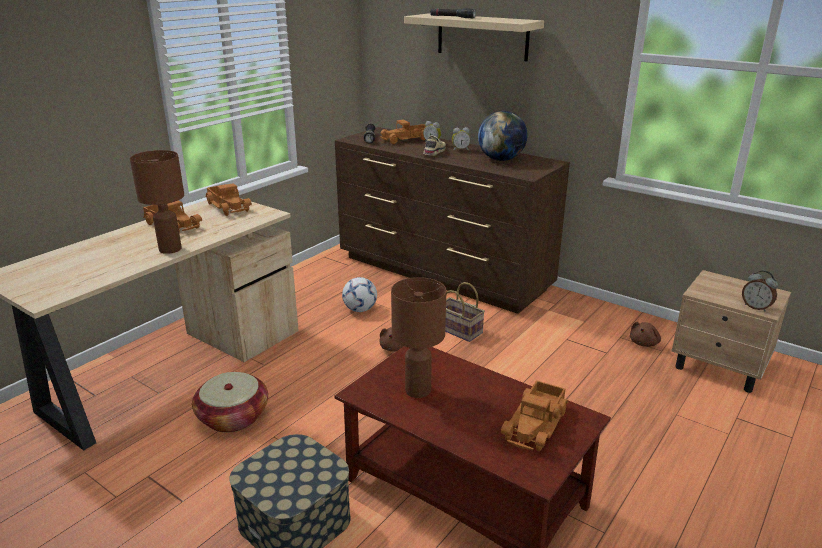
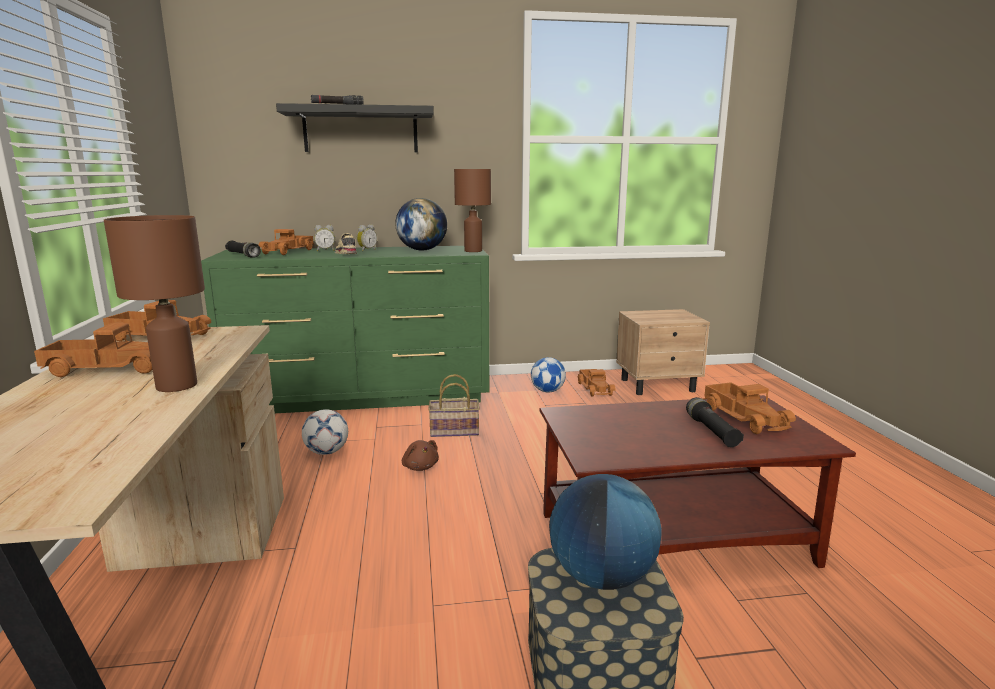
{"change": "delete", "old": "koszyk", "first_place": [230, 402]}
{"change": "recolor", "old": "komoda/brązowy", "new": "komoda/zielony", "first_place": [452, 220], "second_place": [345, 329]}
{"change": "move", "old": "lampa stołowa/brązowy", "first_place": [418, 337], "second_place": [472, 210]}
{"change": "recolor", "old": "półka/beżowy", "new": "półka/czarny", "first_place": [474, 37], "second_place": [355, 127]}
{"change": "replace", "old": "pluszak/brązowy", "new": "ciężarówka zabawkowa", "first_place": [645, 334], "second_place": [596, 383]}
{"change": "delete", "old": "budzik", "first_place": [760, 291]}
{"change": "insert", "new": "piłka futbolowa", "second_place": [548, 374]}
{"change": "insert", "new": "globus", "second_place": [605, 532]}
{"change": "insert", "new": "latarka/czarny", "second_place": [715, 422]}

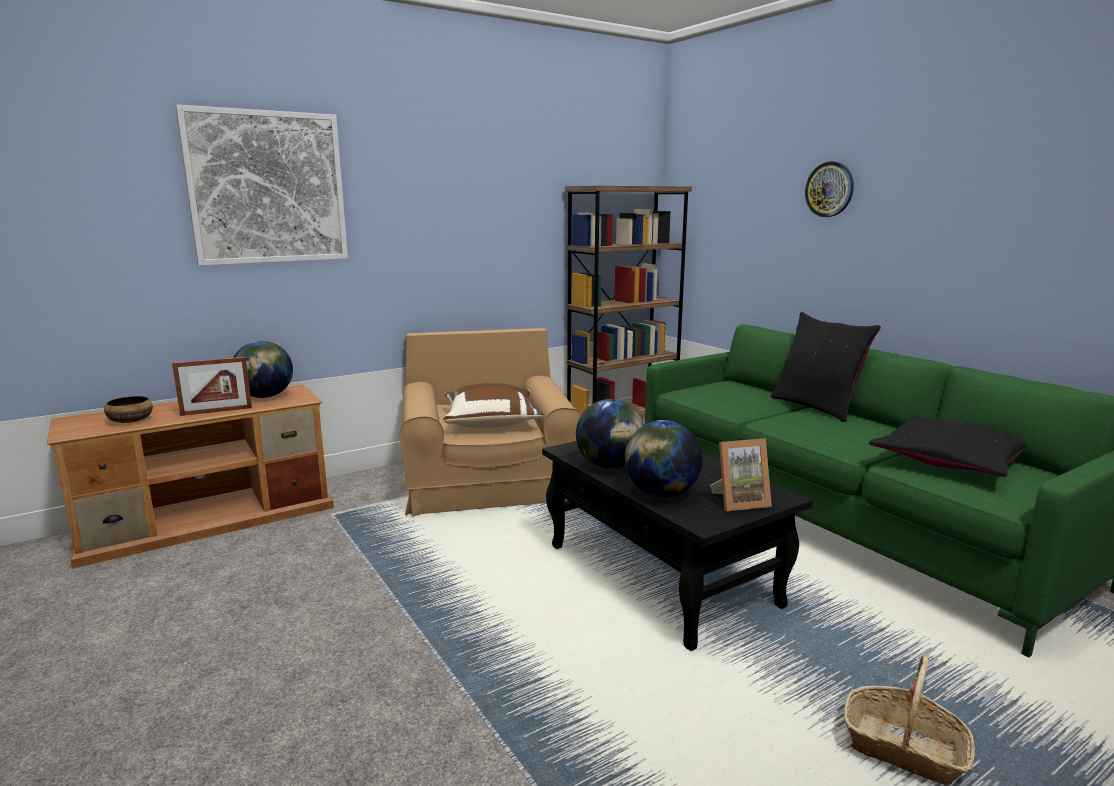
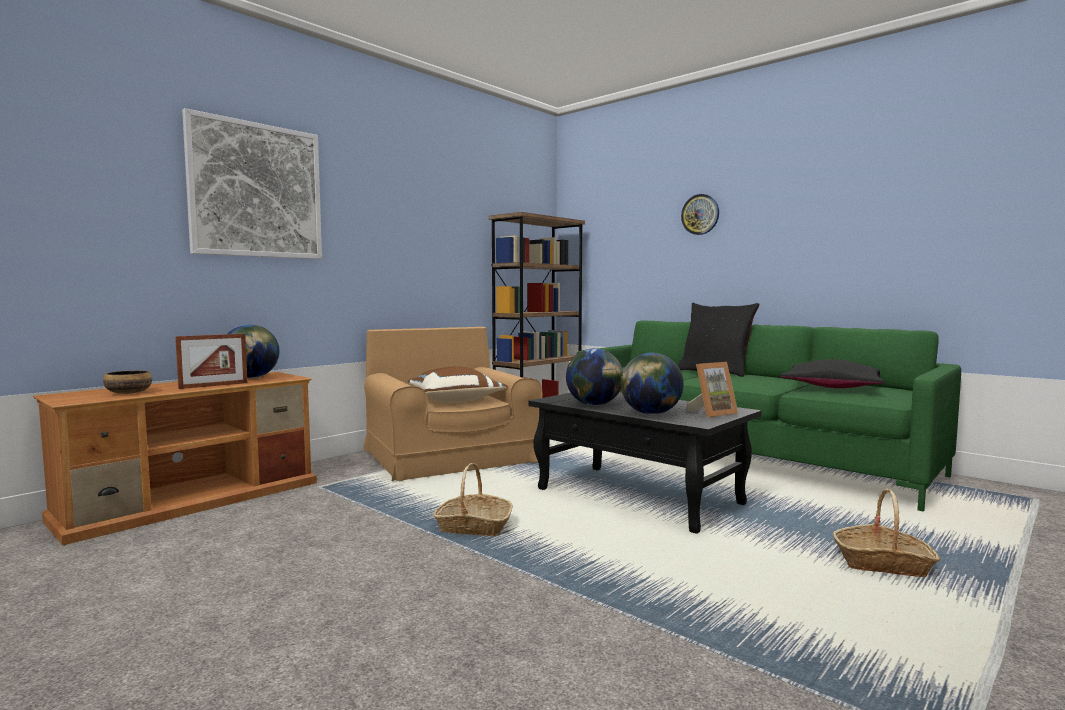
{"change": "insert", "new": "koszyk", "second_place": [473, 499]}

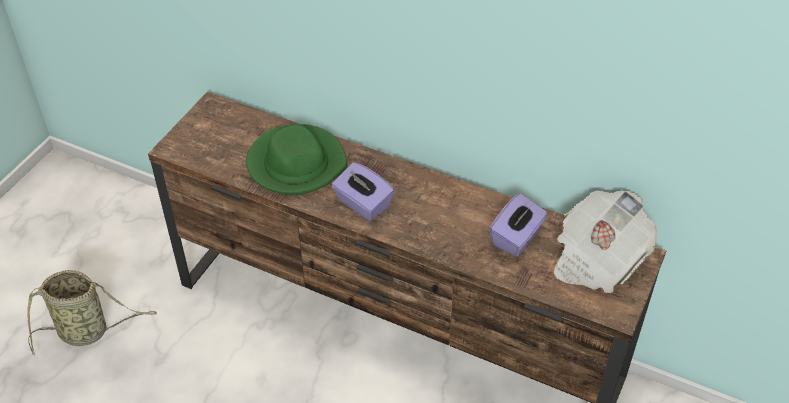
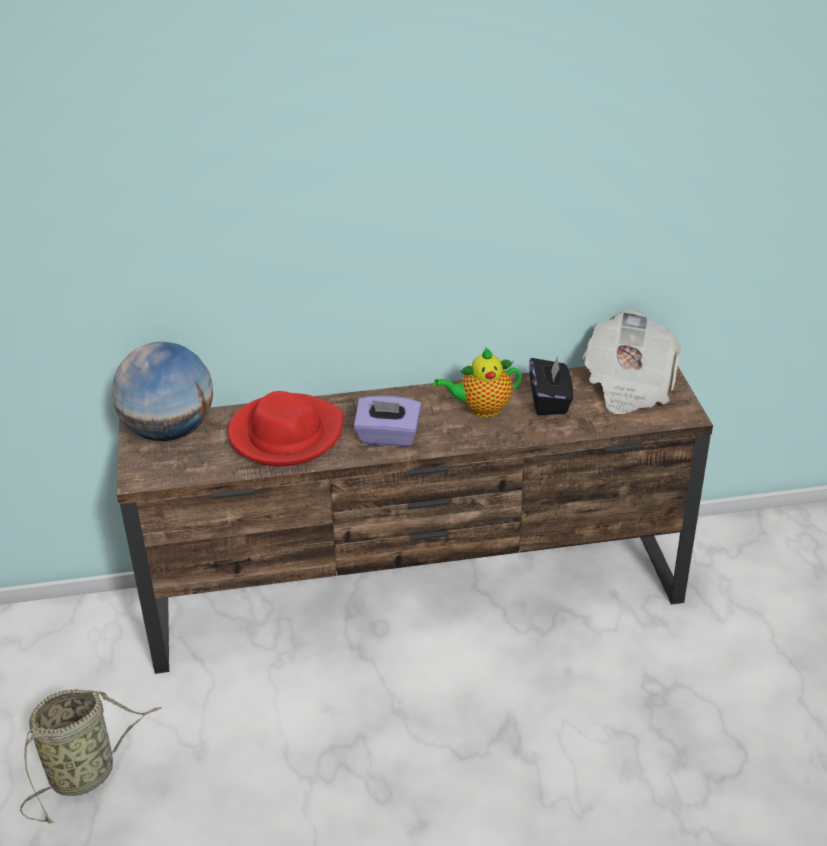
{"change": "recolor", "old": "kapelusz/zielony", "new": "kapelusz/czerwony", "first_place": [296, 159], "second_place": [286, 428]}
{"change": "recolor", "old": "pudełko chusteczek/fioletowy", "new": "pudełko chusteczek/czarny", "first_place": [518, 225], "second_place": [551, 385]}
{"change": "insert", "new": "globus", "second_place": [162, 391]}
{"change": "insert", "new": "imbryk", "second_place": [478, 382]}

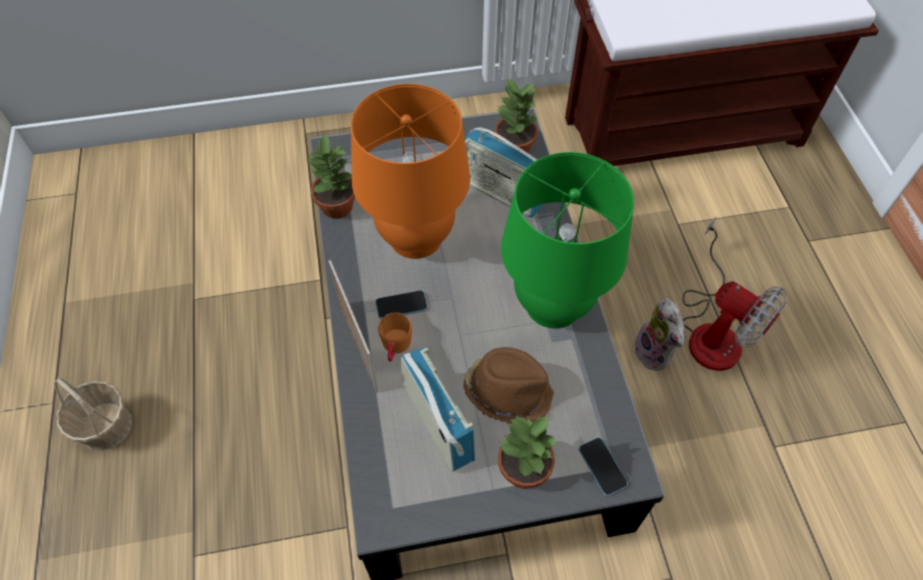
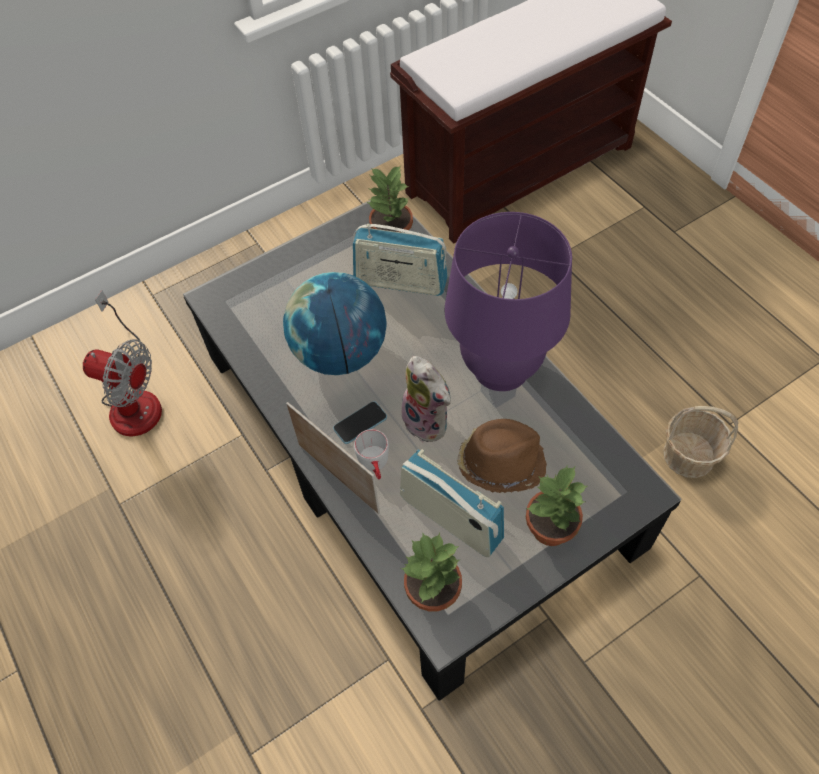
{"change": "move", "old": "koszyk", "first_place": [93, 414], "second_place": [701, 442]}
{"change": "move", "old": "roślina doniczkowa", "first_place": [331, 176], "second_place": [431, 572]}
{"change": "replace", "old": "lampa stołowa/pomarańczowy", "new": "globus", "first_place": [410, 171], "second_place": [335, 323]}
{"change": "recolor", "old": "kubek/pomarańczowy", "new": "kubek/szary", "first_place": [395, 337], "second_place": [371, 454]}
{"change": "recolor", "old": "lampa stołowa/zielony", "new": "lampa stołowa/fioletowy", "first_place": [567, 240], "second_place": [508, 301]}
{"change": "delete", "old": "telefon", "first_place": [603, 466]}
{"change": "move", "old": "pluszak", "first_place": [659, 334], "second_place": [426, 399]}
{"change": "move", "old": "wentylator", "first_place": [734, 293], "second_place": [122, 363]}

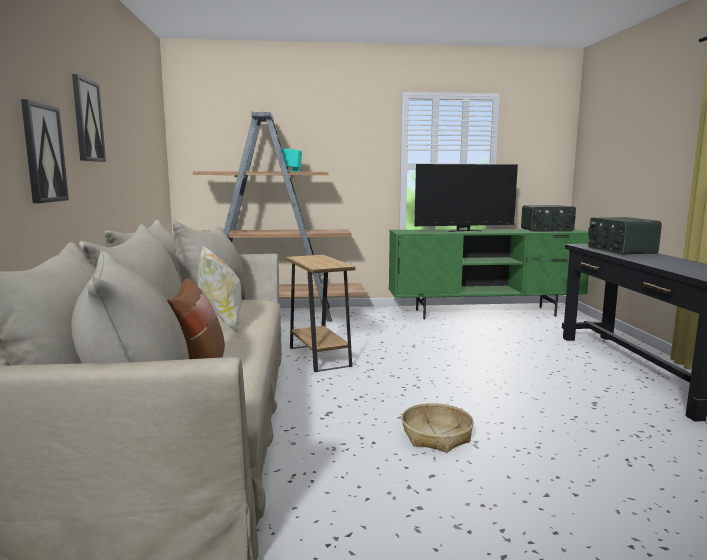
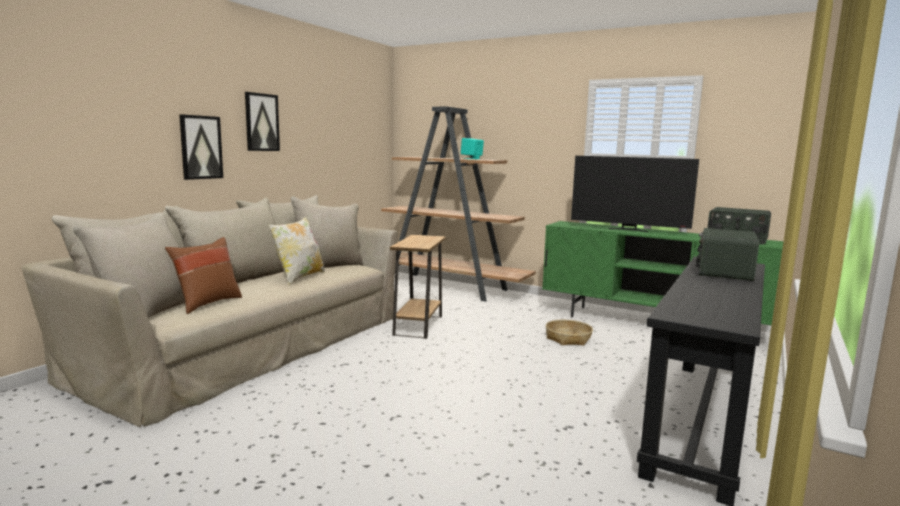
{"change": "move", "old": "koszyk", "first_place": [438, 428], "second_place": [569, 332]}

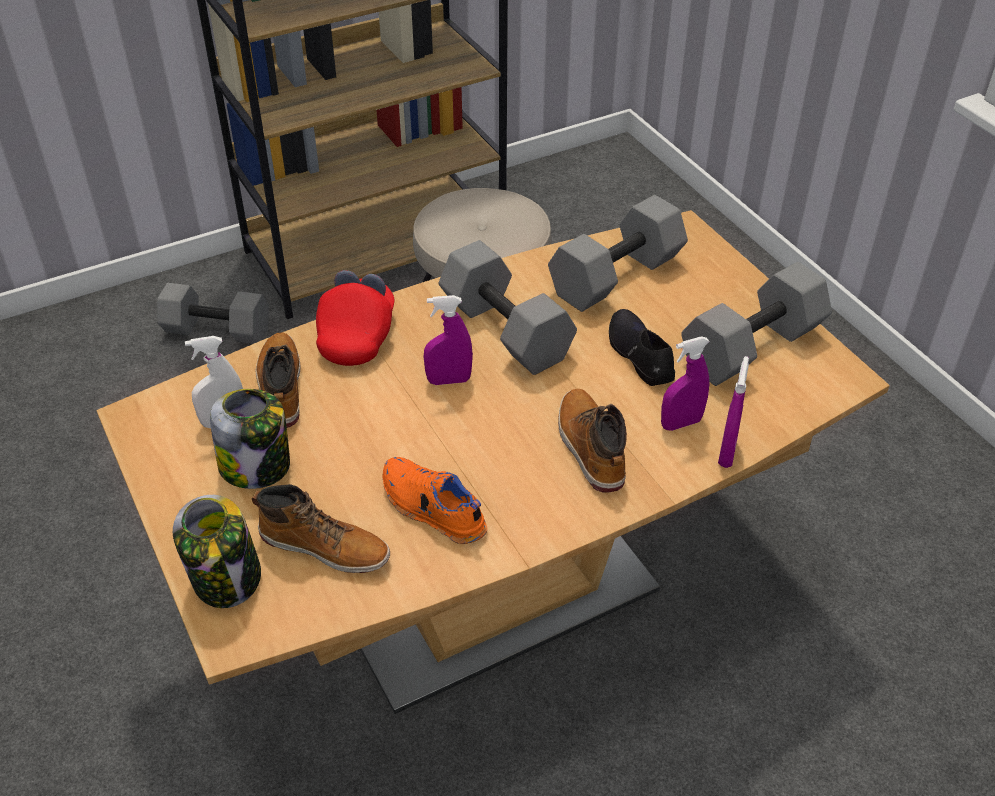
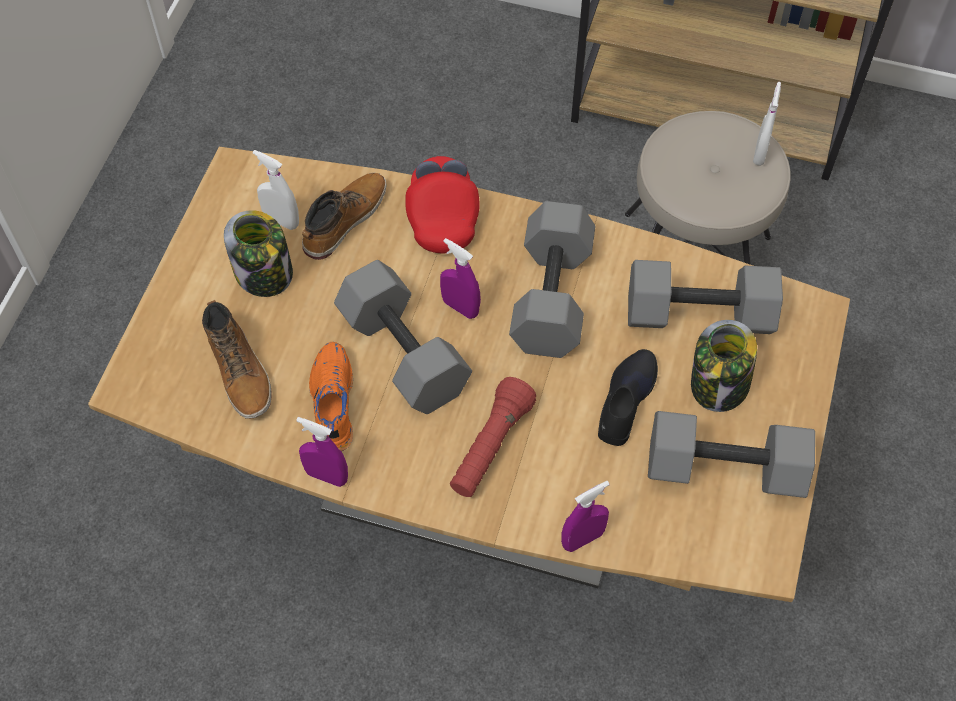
{"change": "move", "old": "hantel/szary", "first_place": [213, 313], "second_place": [403, 337]}
{"change": "move", "old": "słoik", "first_place": [217, 551], "second_place": [724, 366]}
{"change": "rotate", "old": "czapka z daszkiem/czerwony", "first_place": [355, 318], "second_place": [442, 204], "degrees": -60}
{"change": "replace", "old": "but z cholewką", "new": "latarka/czerwony", "first_place": [592, 441], "second_place": [493, 437]}
{"change": "move", "old": "spryskiwacz/fioletowy", "first_place": [685, 383], "second_place": [322, 452]}
{"change": "insert", "new": "spryskiwacz/biały", "second_place": [767, 124]}

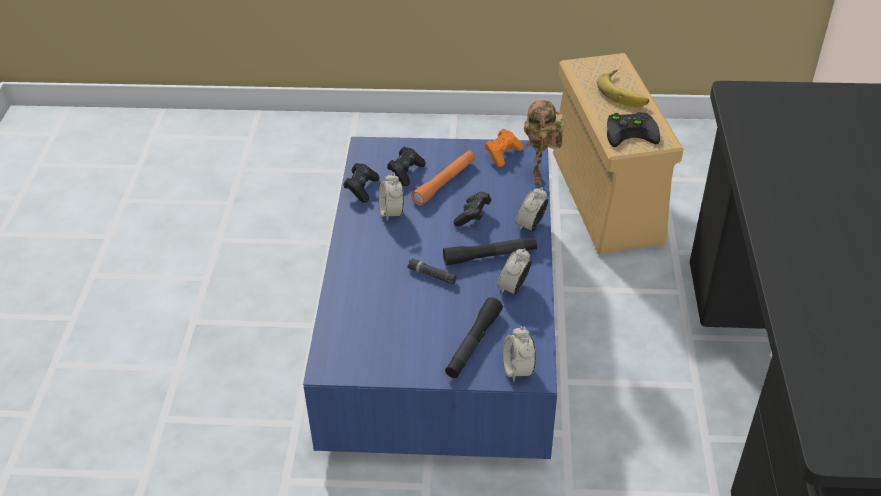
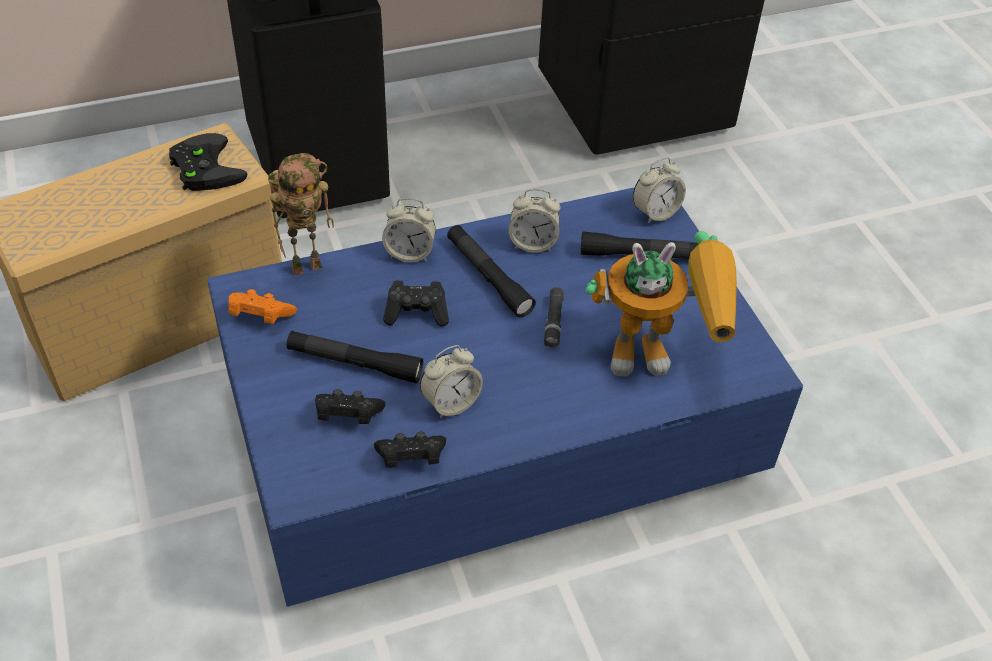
{"change": "recolor", "old": "latarka/pomarańczowy", "new": "latarka/czarny", "first_place": [443, 178], "second_place": [354, 357]}
{"change": "delete", "old": "banan", "first_place": [623, 88]}
{"change": "insert", "new": "robot zabawkowy", "second_place": [661, 304]}

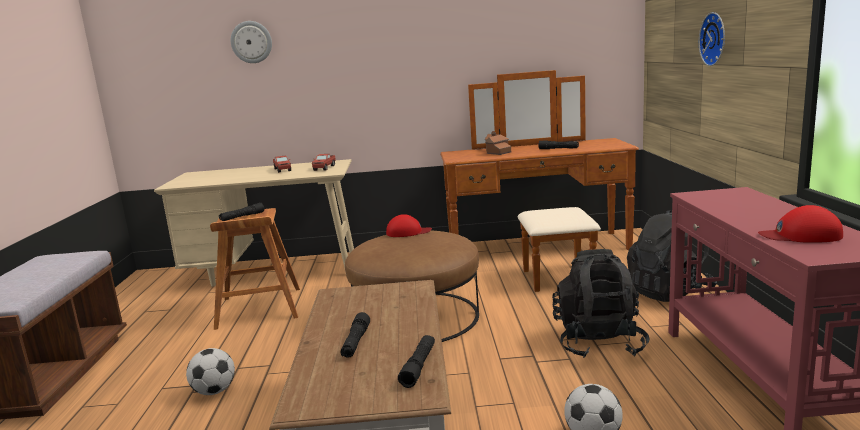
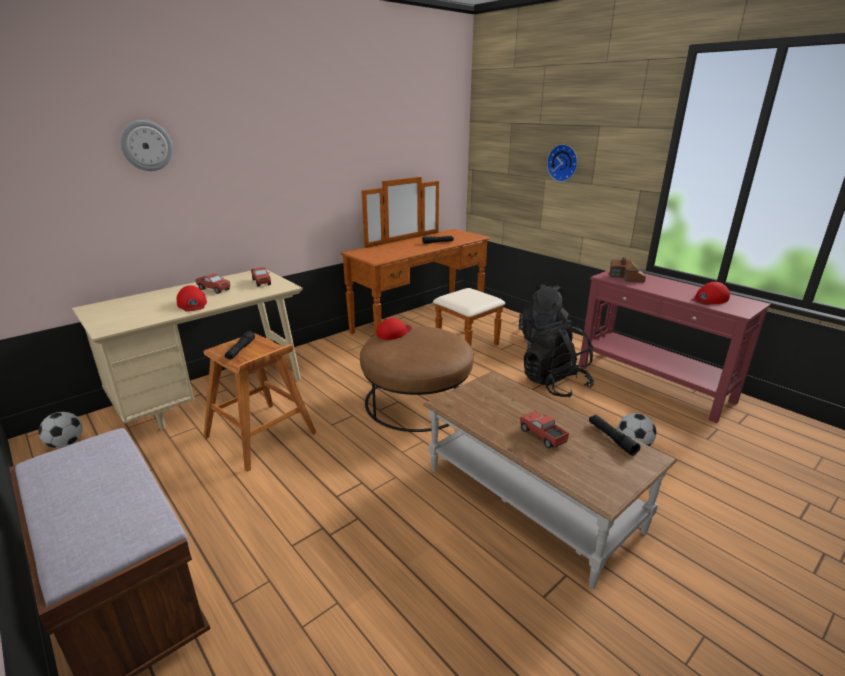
{"change": "move", "old": "piłka futbolowa", "first_place": [210, 371], "second_place": [60, 430]}
{"change": "replace", "old": "latarka/czarny", "new": "ciężarówka zabawkowa", "first_place": [355, 334], "second_place": [544, 429]}
{"change": "move", "old": "domek", "first_place": [498, 143], "second_place": [627, 270]}
{"change": "insert", "new": "czapka z daszkiem/czerwony", "second_place": [192, 298]}

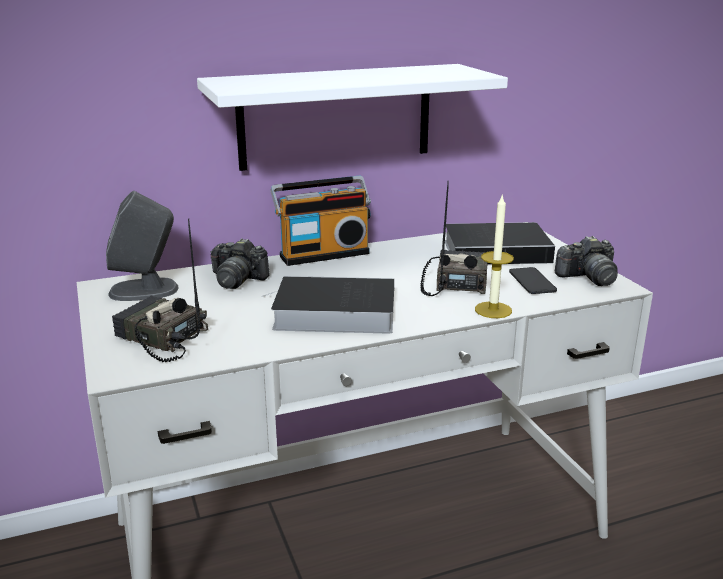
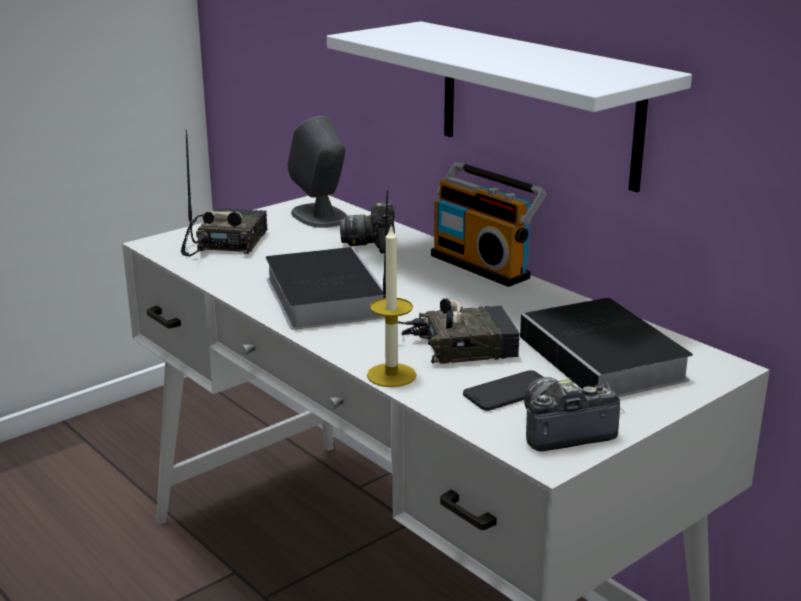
{"change": "rotate", "old": "aparat fotograficzny", "first_place": [586, 261], "second_place": [572, 414], "degrees": 105}

